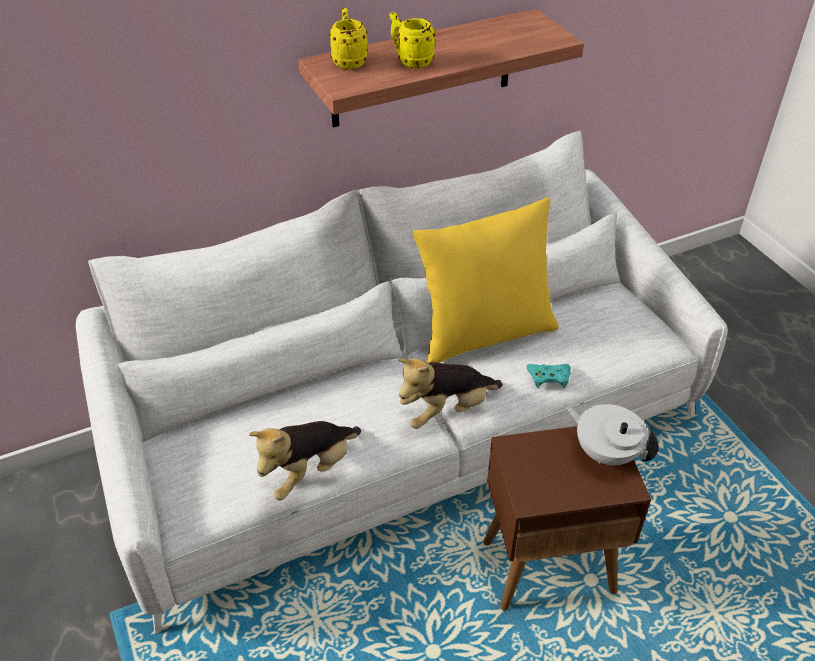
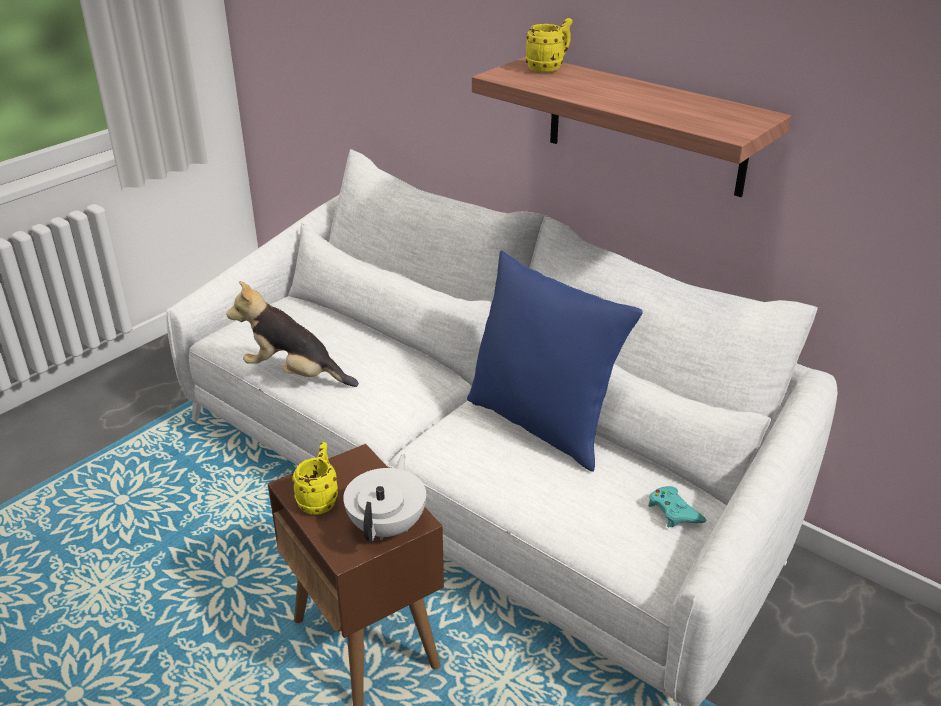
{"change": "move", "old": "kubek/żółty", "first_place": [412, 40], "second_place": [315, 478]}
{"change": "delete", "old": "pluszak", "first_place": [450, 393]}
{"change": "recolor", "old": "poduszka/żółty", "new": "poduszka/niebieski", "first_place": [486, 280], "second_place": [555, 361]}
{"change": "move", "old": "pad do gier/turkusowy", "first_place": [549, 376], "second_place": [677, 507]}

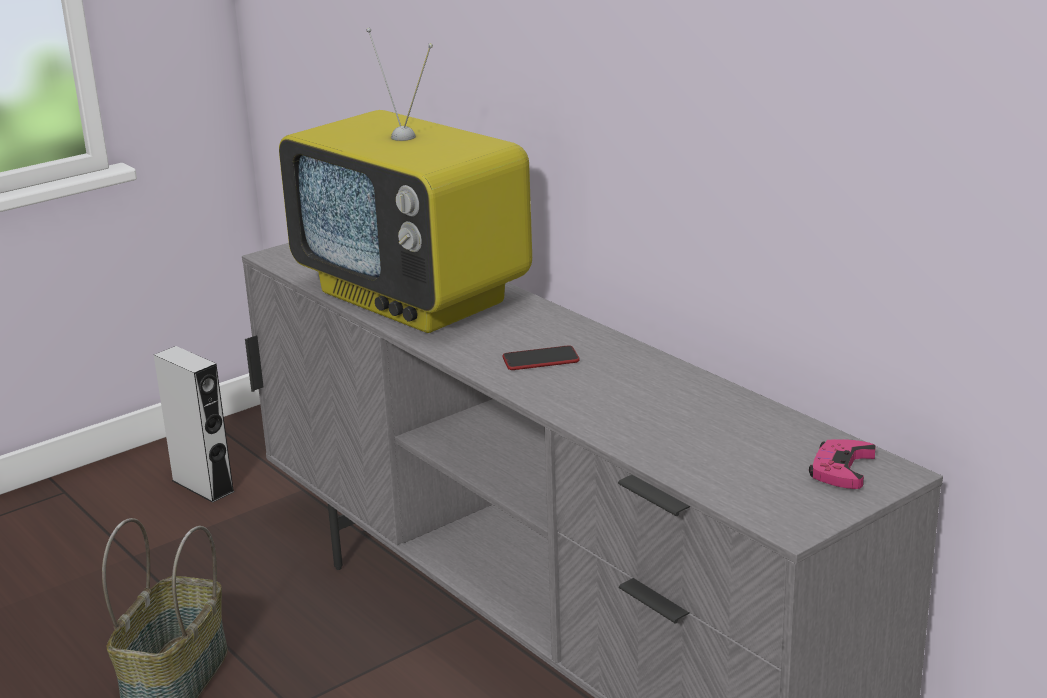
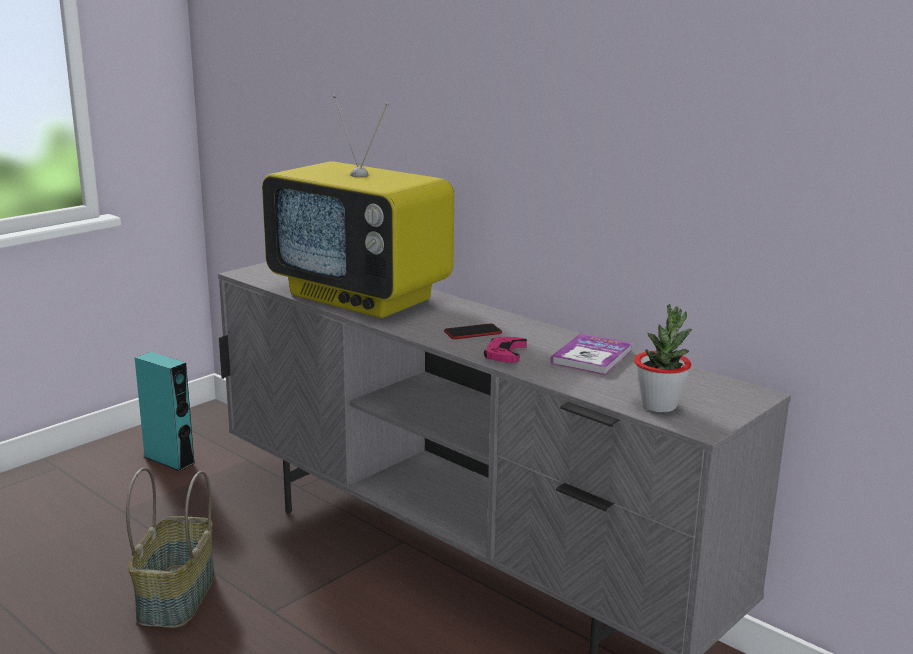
{"change": "recolor", "old": "głośnik/szary", "new": "głośnik/turkusowy", "first_place": [194, 424], "second_place": [165, 411]}
{"change": "move", "old": "pad do gier/różowy", "first_place": [842, 464], "second_place": [505, 350]}
{"change": "insert", "new": "książka", "second_place": [591, 354]}
{"change": "insert", "new": "roślina doniczkowa", "second_place": [663, 358]}

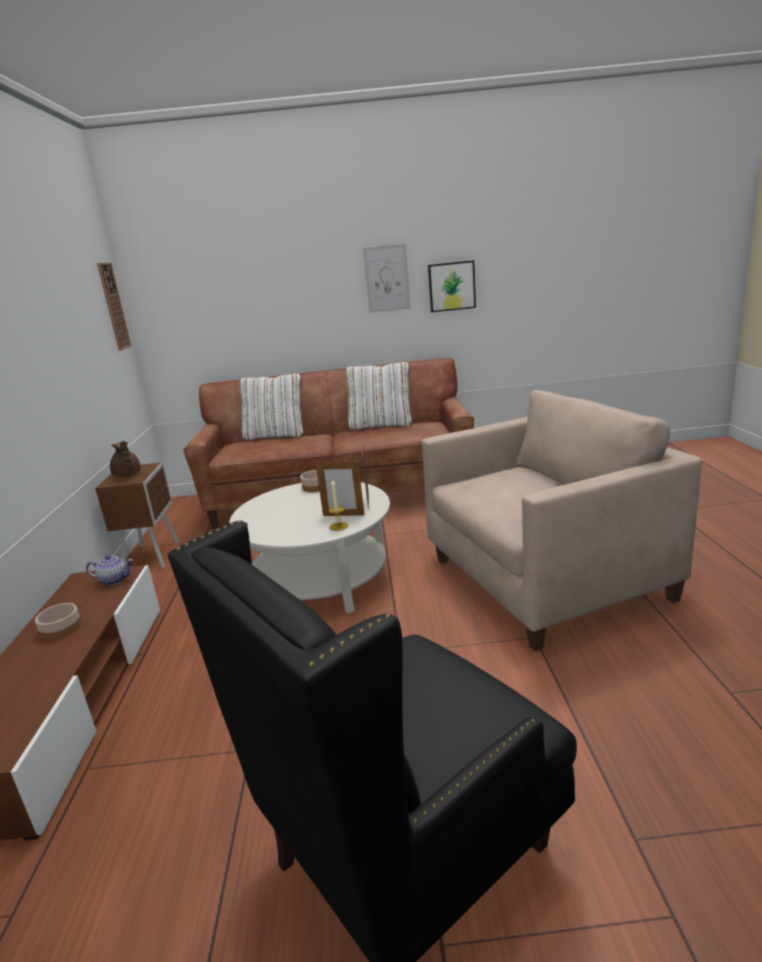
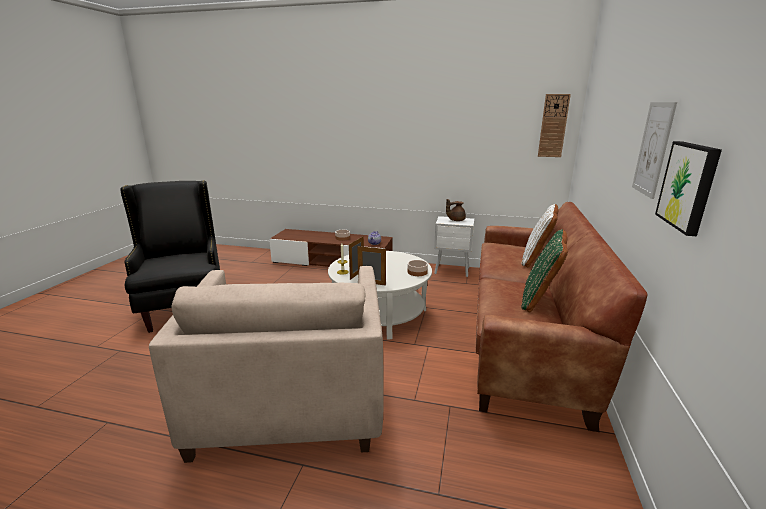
{"change": "recolor", "old": "szafka nocna/brązowy", "new": "szafka nocna/biały", "first_place": [137, 515], "second_place": [454, 246]}
{"change": "recolor", "old": "poduszka/biały", "new": "poduszka/zielony", "first_place": [378, 396], "second_place": [544, 271]}

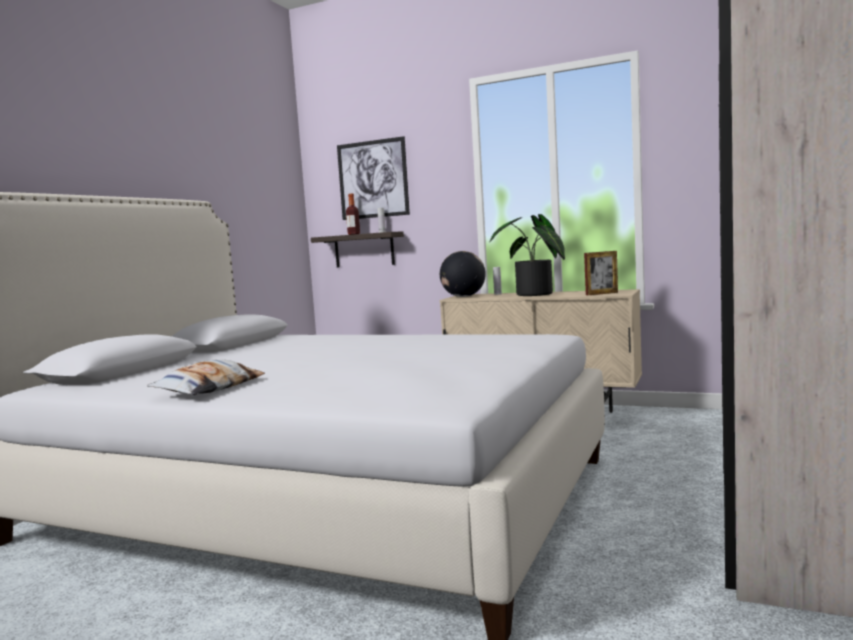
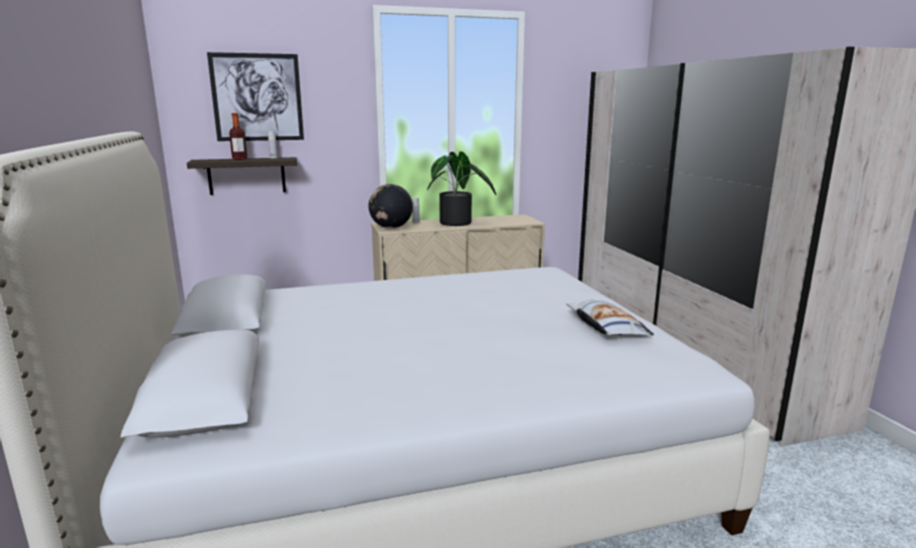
{"change": "move", "old": "poduszka", "first_place": [206, 377], "second_place": [610, 317]}
{"change": "delete", "old": "ramka na zdjęcie", "first_place": [601, 273]}

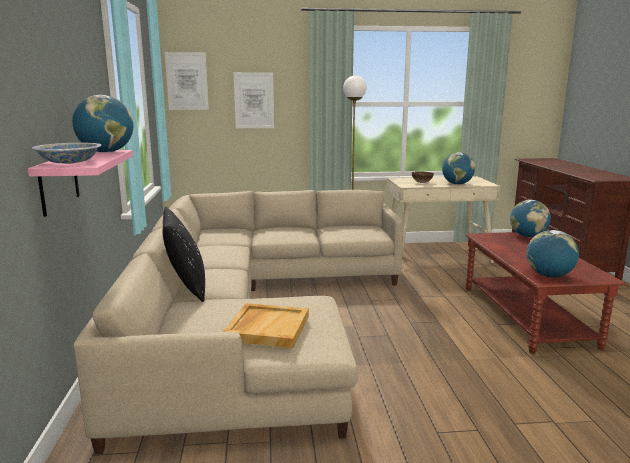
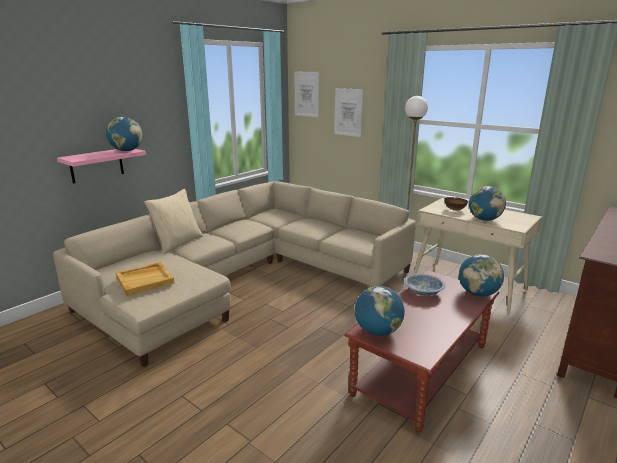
{"change": "move", "old": "miska", "first_place": [67, 153], "second_place": [425, 284]}
{"change": "recolor", "old": "poduszka/czarny", "new": "poduszka/beżowy", "first_place": [184, 254], "second_place": [173, 221]}

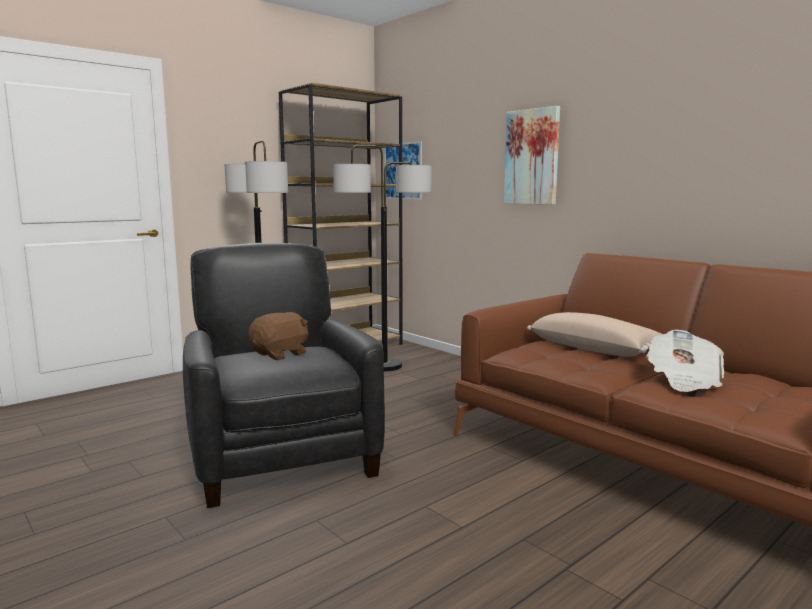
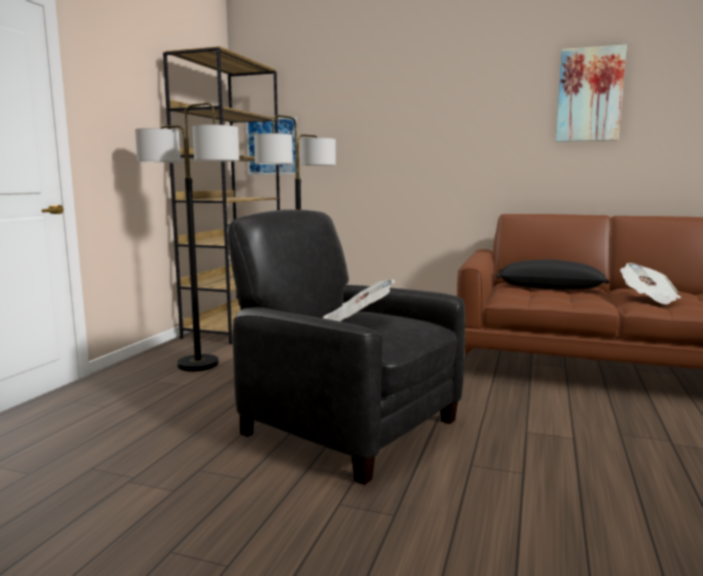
{"change": "replace", "old": "pluszak/brązowy", "new": "gazeta", "first_place": [279, 336], "second_place": [359, 300]}
{"change": "move", "old": "obraz", "first_place": [532, 155], "second_place": [591, 93]}
{"change": "recolor", "old": "poduszka/beżowy", "new": "poduszka/czarny", "first_place": [595, 334], "second_place": [552, 275]}

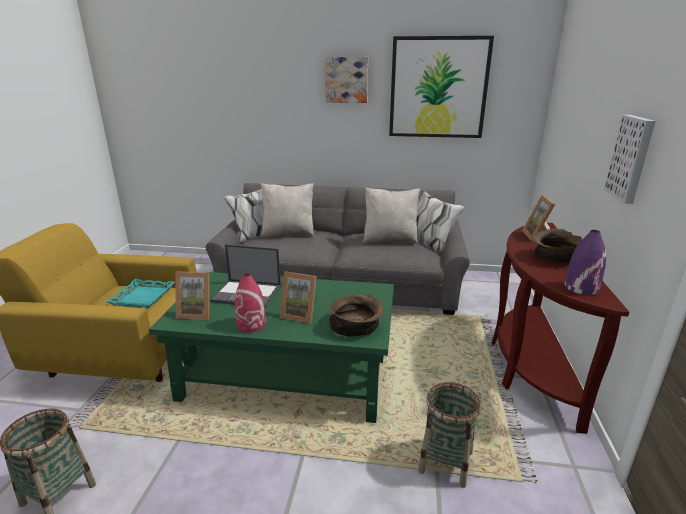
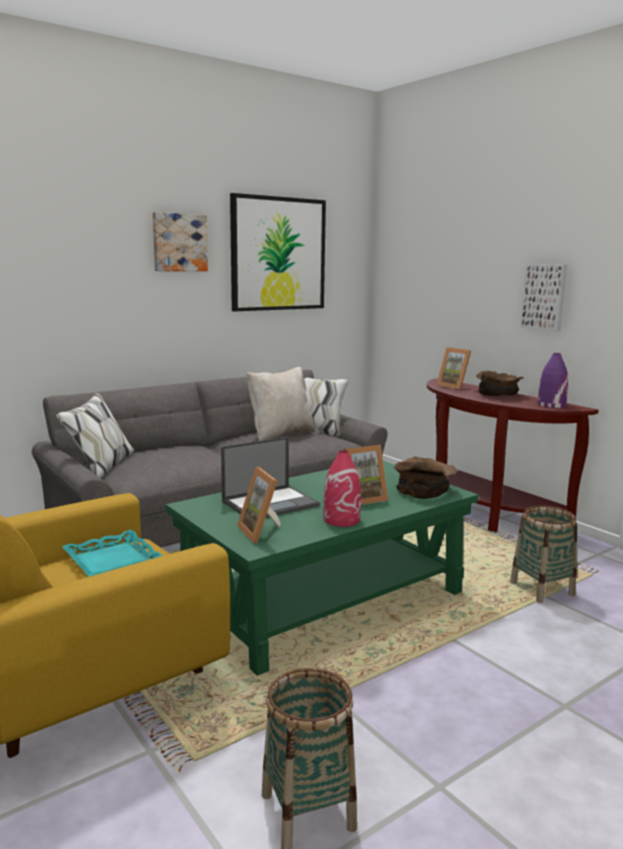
{"change": "rotate", "old": "ramka na zdjęcie", "first_place": [192, 296], "second_place": [259, 505], "degrees": 105}
{"change": "delete", "old": "poduszka/beżowy", "first_place": [287, 210]}

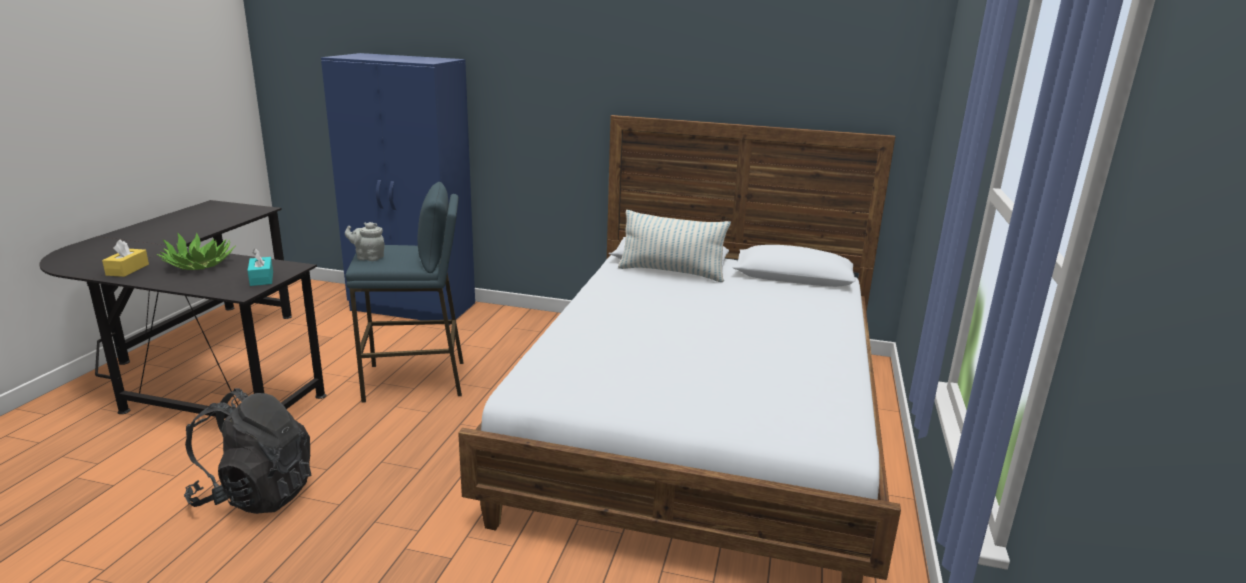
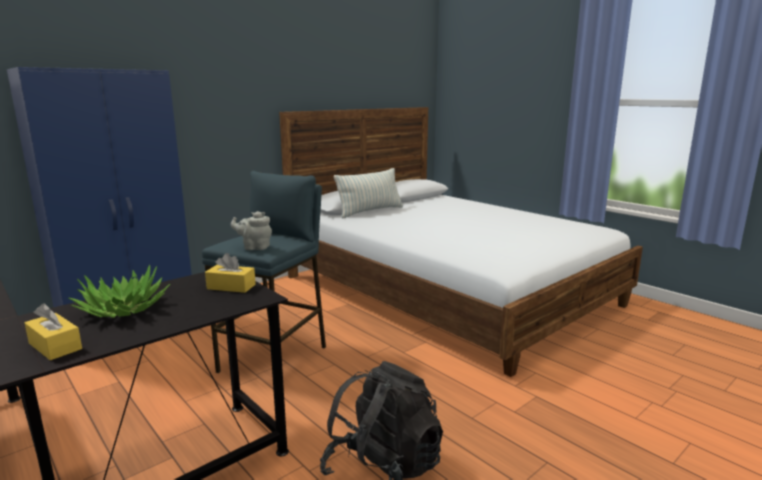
{"change": "recolor", "old": "pudełko chusteczek/turkusowy", "new": "pudełko chusteczek/żółty", "first_place": [260, 267], "second_place": [230, 273]}
{"change": "rotate", "old": "imbryk/szary", "first_place": [365, 241], "second_place": [251, 230], "degrees": 45}

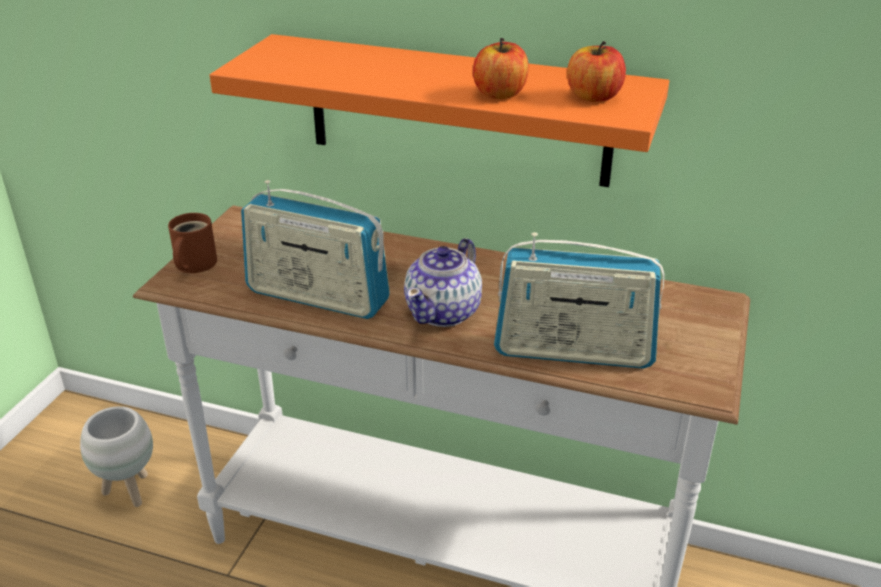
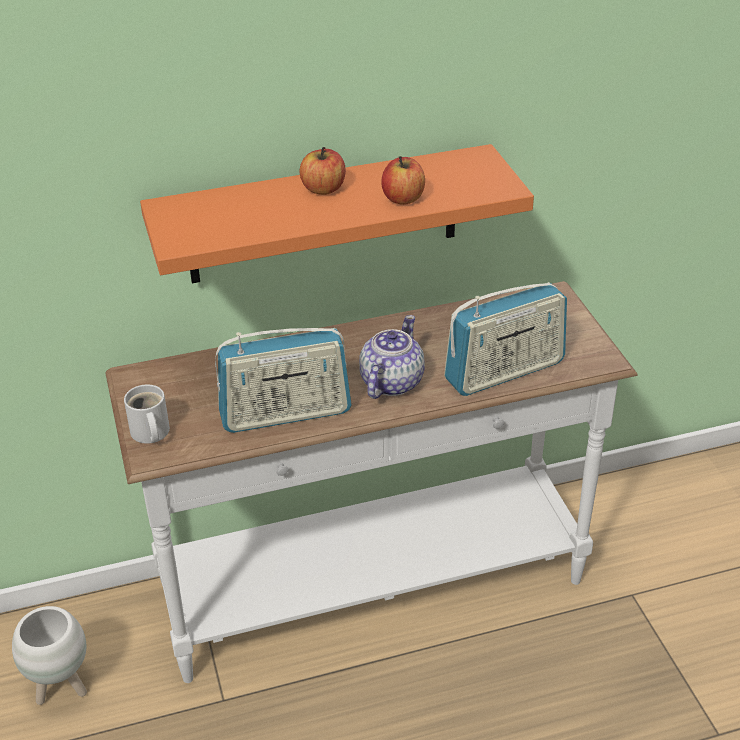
{"change": "recolor", "old": "kubek/brązowy", "new": "kubek/biały", "first_place": [192, 243], "second_place": [147, 414]}
{"change": "rotate", "old": "imbryk", "first_place": [443, 282], "second_place": [392, 357], "degrees": -150}
{"change": "move", "old": "jabłko", "first_place": [596, 71], "second_place": [322, 171]}

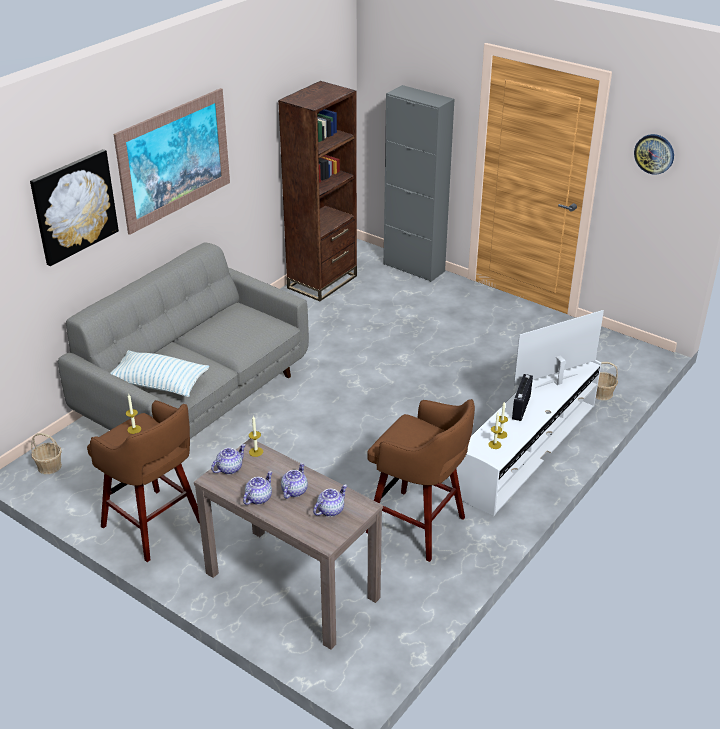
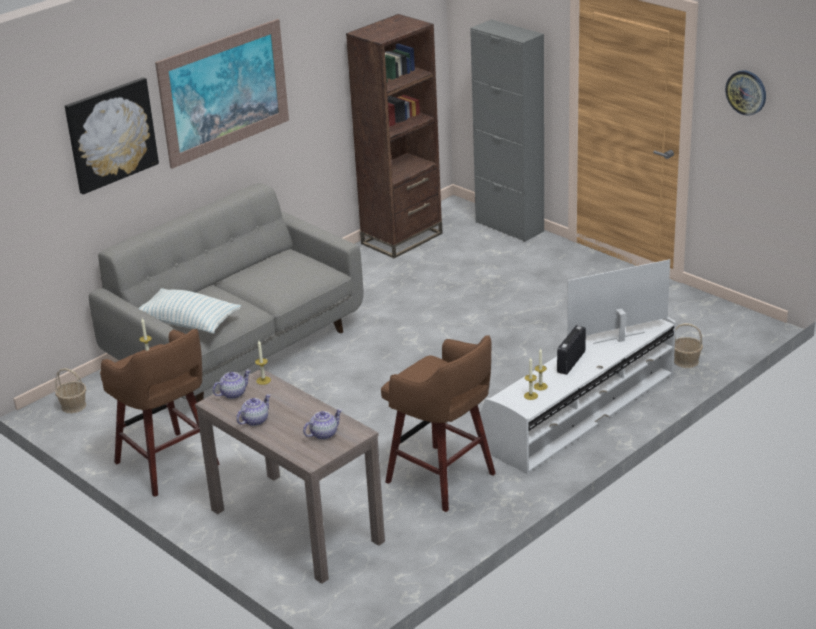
{"change": "delete", "old": "imbryk", "first_place": [294, 481]}

